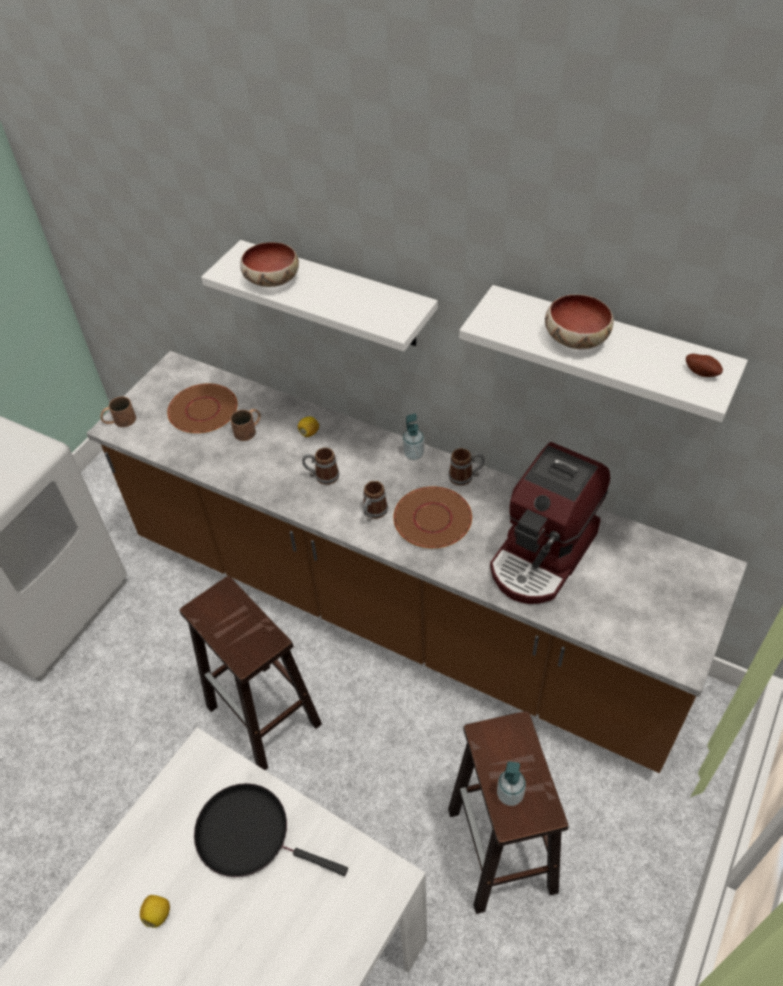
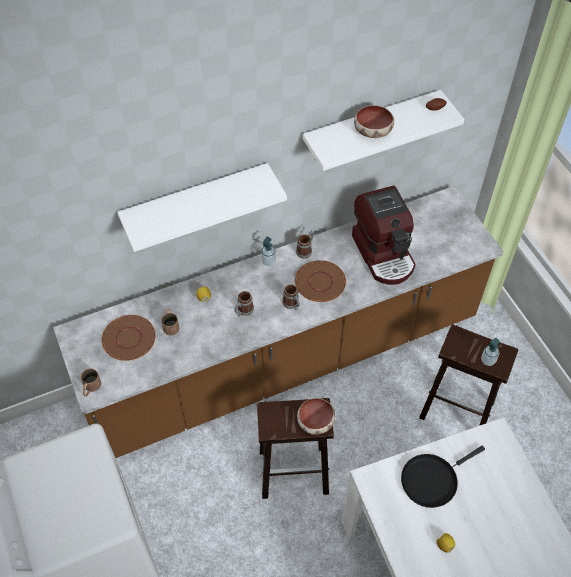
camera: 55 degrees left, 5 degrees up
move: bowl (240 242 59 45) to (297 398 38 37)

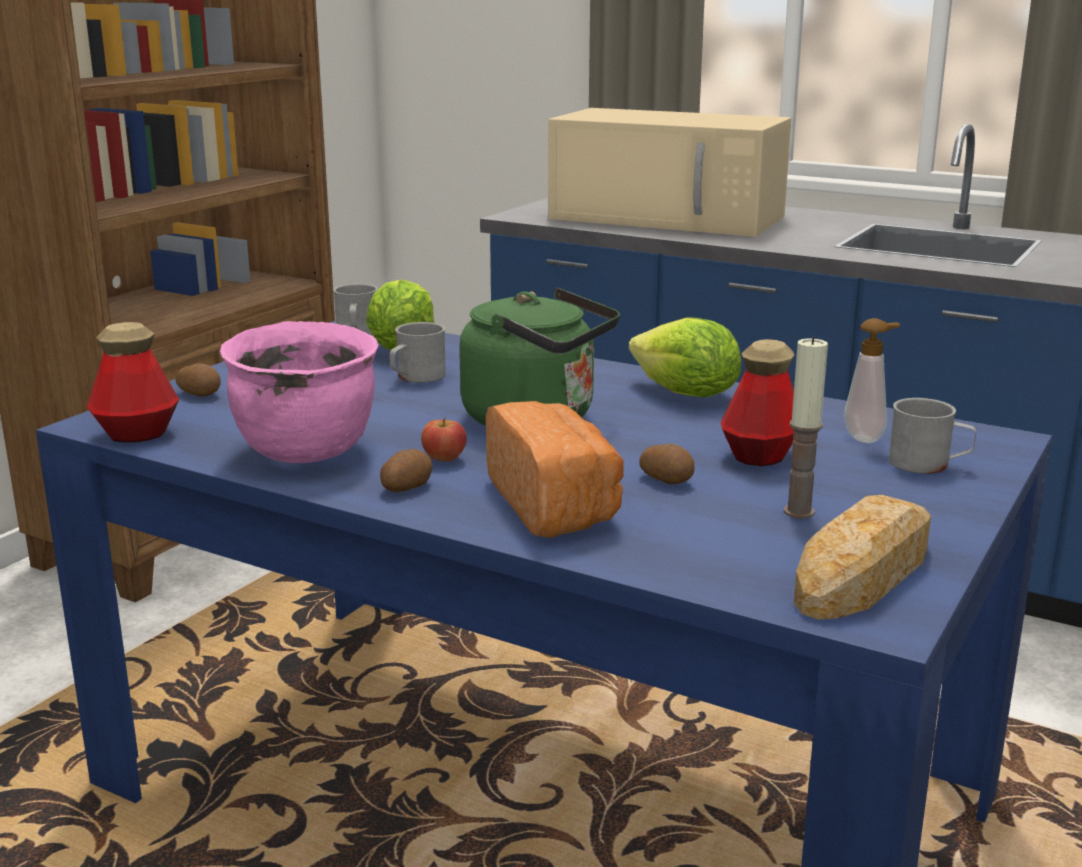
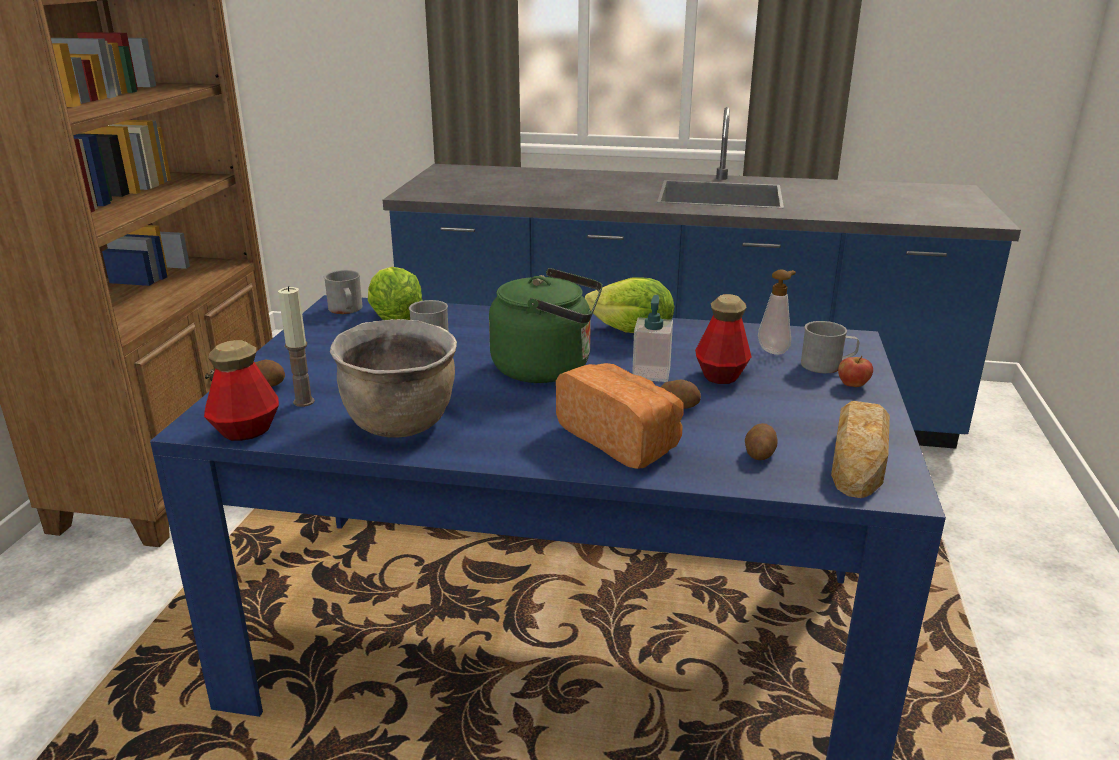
camera: 20 degrees left, 5 degrees up
delete: microwave (beige) (548 108 243 129)
insert: soap dispenser (632 295 41 87)
move: potato (380 449 53 43) to (745 423 33 37); apple (421 417 46 45) to (838 356 35 31); candle (784 337 44 182) to (278 286 37 121)
recolor: cooking pot (pink) (220 321 159 142) to cooking pot (brown) (330 319 127 119)

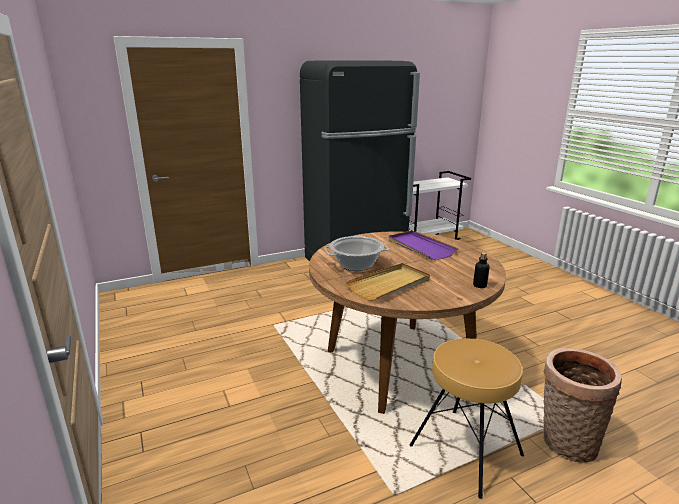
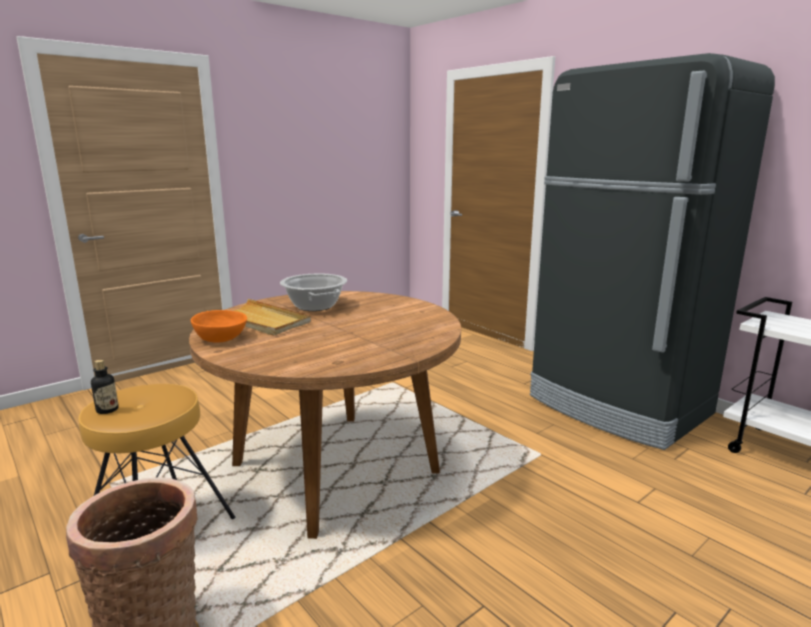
camera: 75 degrees right, 5 degrees down
delete: tray (purple) (388 230 71 30)
insert: bowl (orange) (191 310 56 33)
move: bottle (473 252 16 36) to (91 360 28 54)

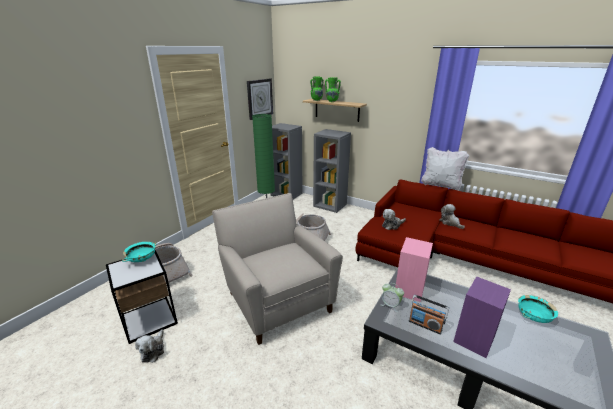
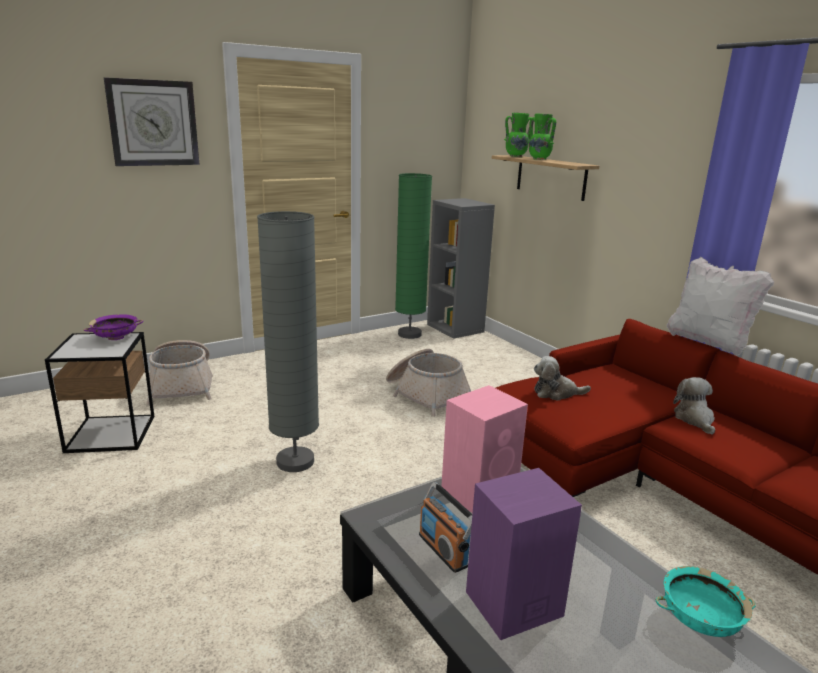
camera: 25 degrees right, 5 degrees down
delete: plush toy (135 329 29 34); bookcase (grey) (313 129 38 84); alarm clock (381 283 23 29)
move: wall clock (247 78 26 42) to (104 77 95 89)
replace: armchair (beige) (212 193 131 152) to floor lamp (grey) (257 211 62 261)
recolor: bowl (turquoise) (122 242 34 20) to bowl (purple) (83 314 60 26)

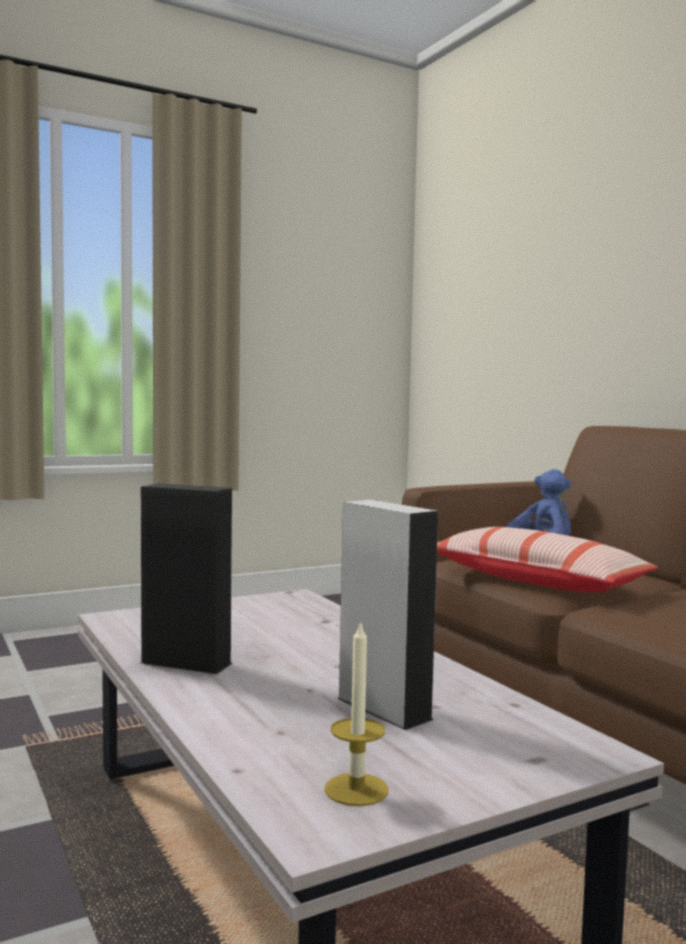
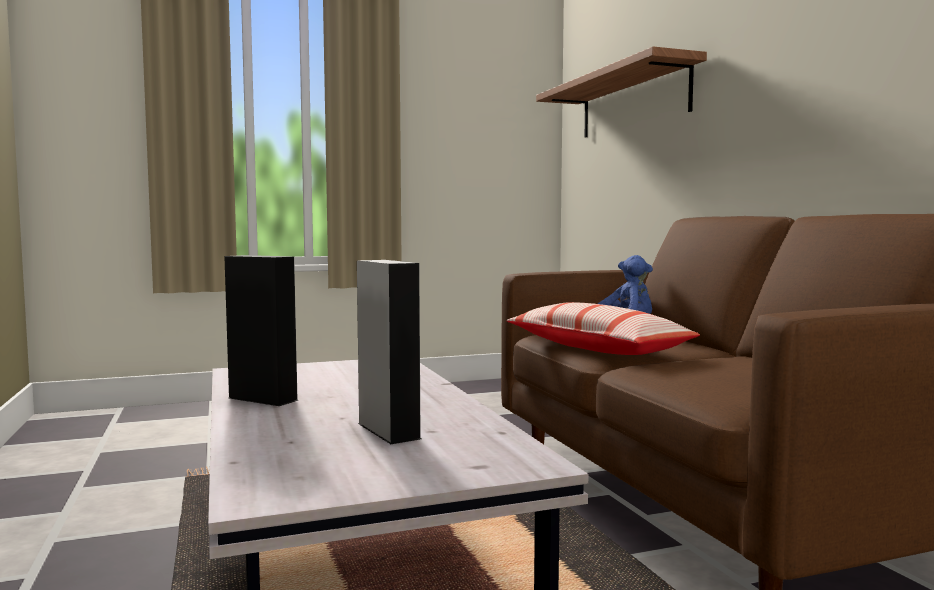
camera: 10 degrees right, 0 degrees up
delete: candle (325 620 63 186)
insert: shelf (536 46 171 92)

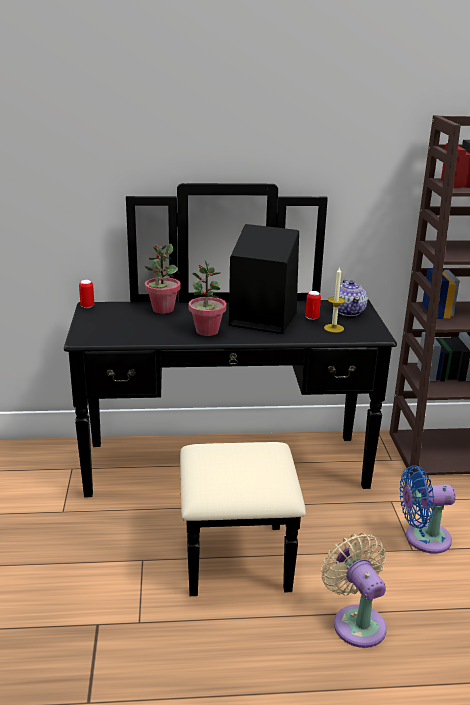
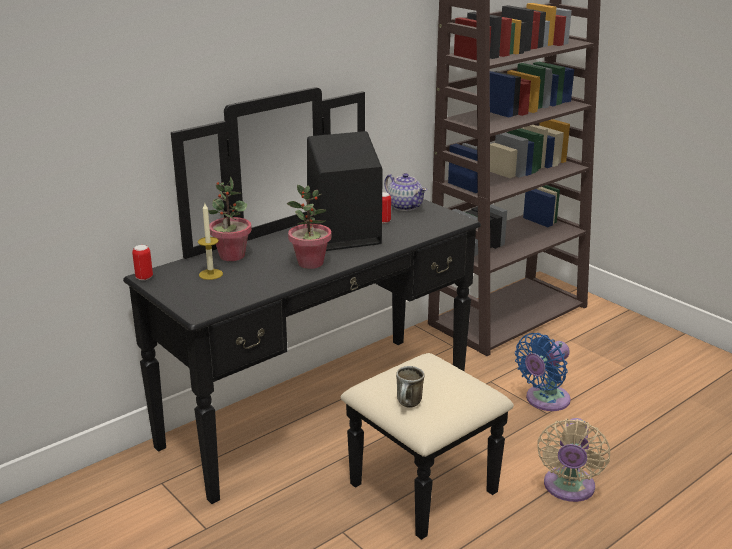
camera: 35 degrees left, 0 degrees up
insert: mug (396 366 29 42)
move: candle (324 267 21 66) to (198 203 25 77)
rotate: fan (beige) (321 533 66 115) = (537 418 73 84) 105 degrees counterclockwise

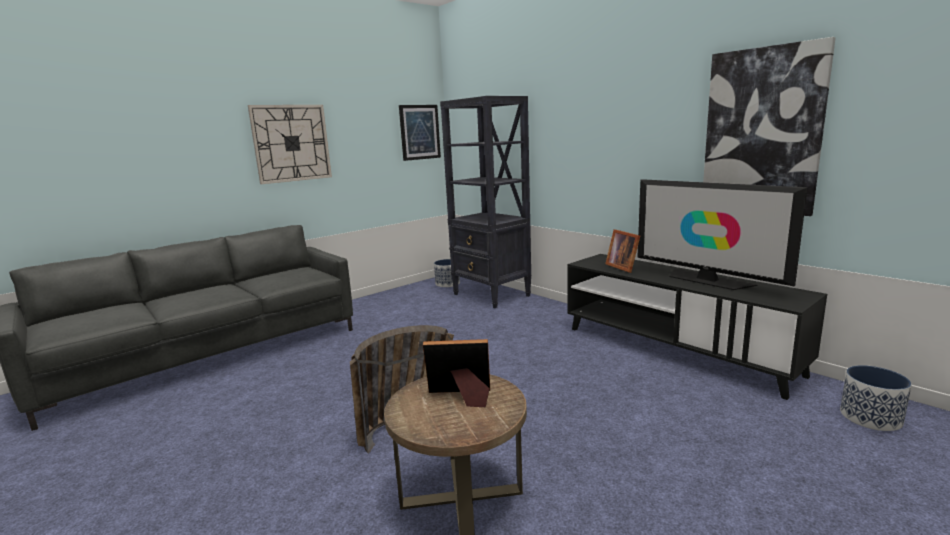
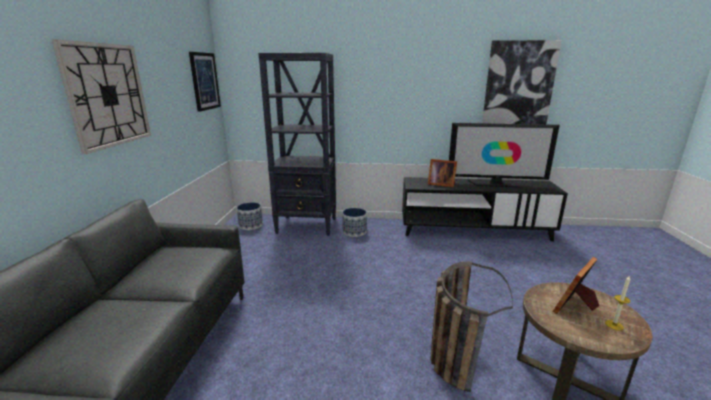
camera: 45 degrees left, 5 degrees up
insert: candle (605 275 26 56)
move: planter (840 365 71 66) to (342 208 25 29)

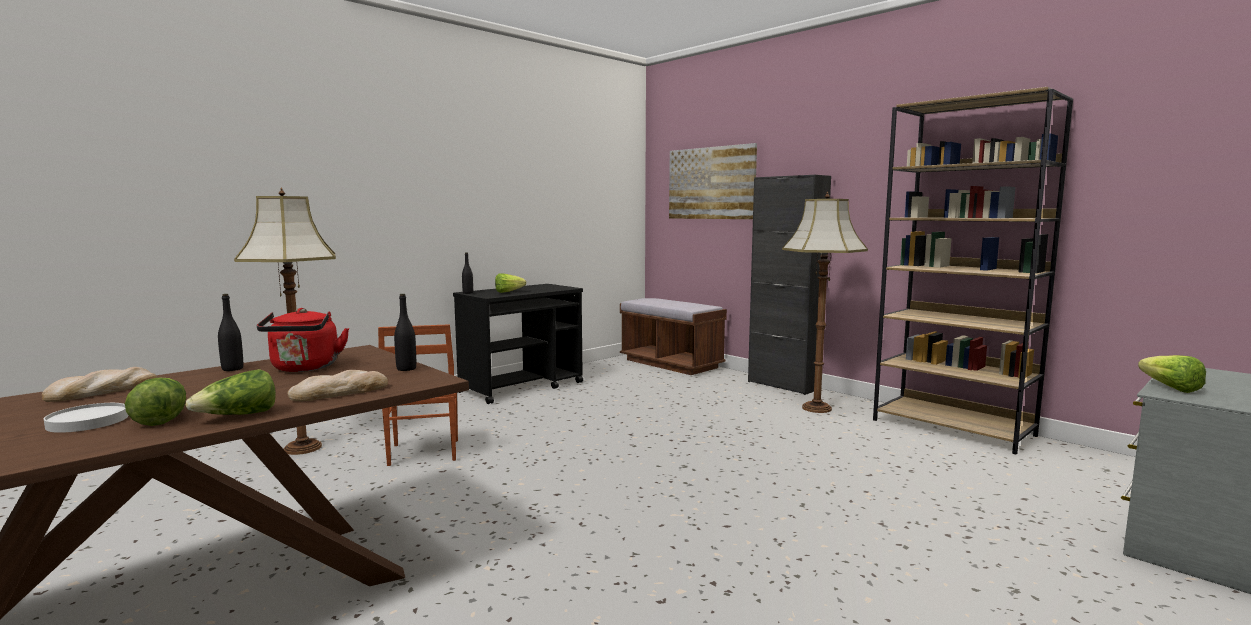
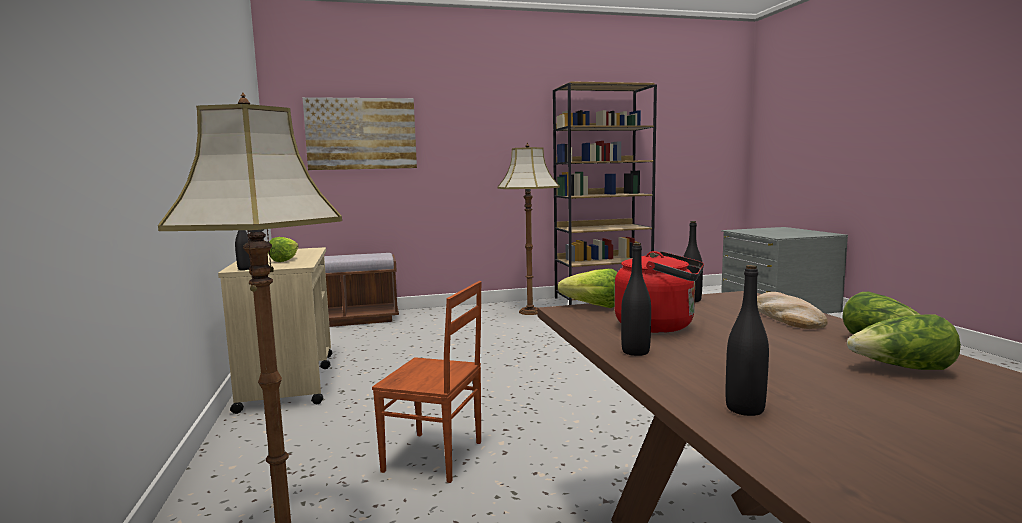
camera: 60 degrees left, 0 degrees up
delete: plate (white) (44 403 84 30); cabinet (black) (748 175 83 220)
move: lettuce (1138 355 68 38) to (558 269 59 39)
replace: bread (42 367 115 35) to bottle (black) (726 265 43 151)
recolor: cart (black) (453 284 130 120) to cart (beige) (218 247 114 167)

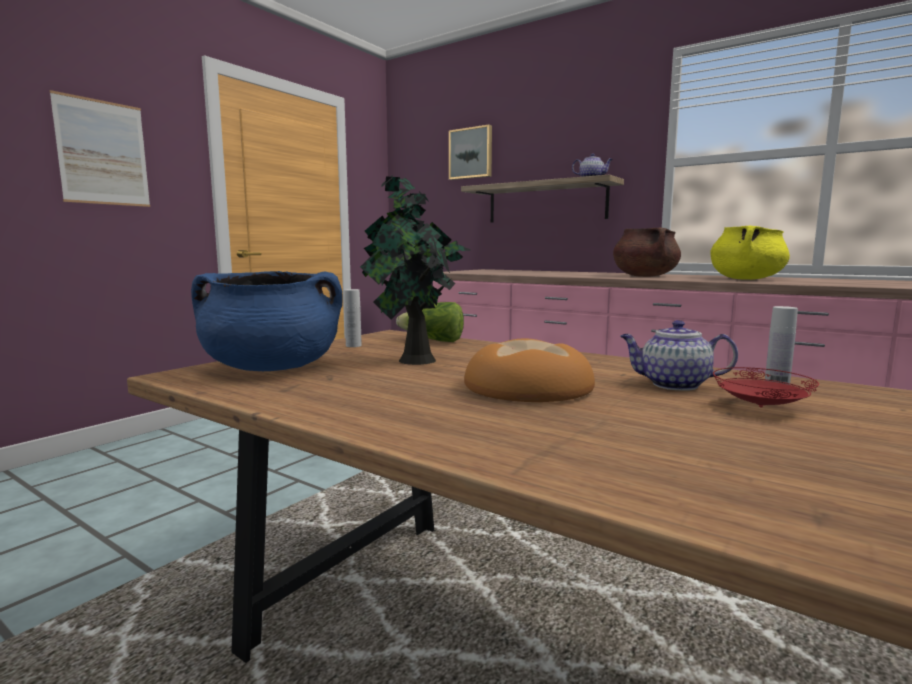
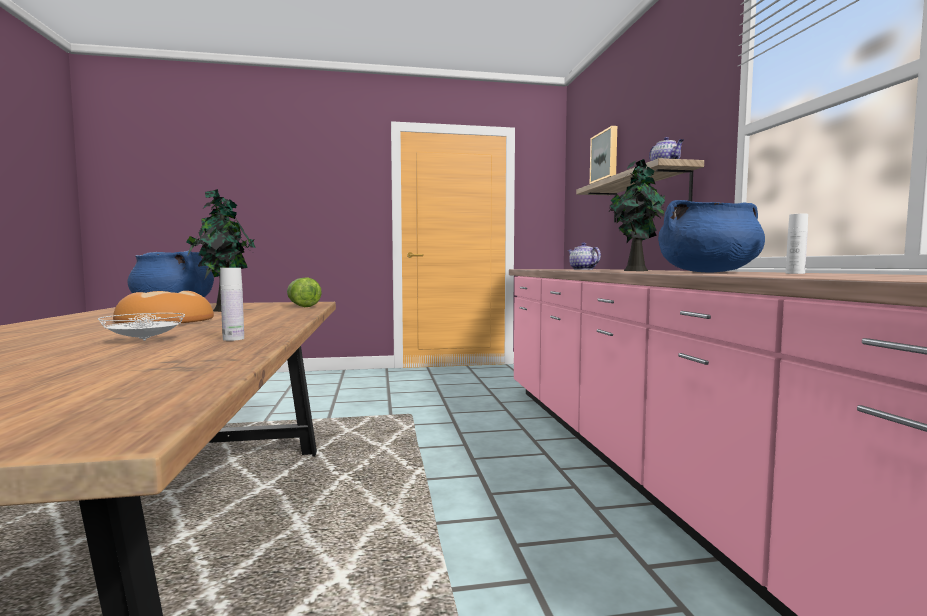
camera: 45 degrees right, 5 degrees down
delete: picture (49 90 101 117)
move: bottle (white) (344 289 18 58) to (786 214 22 60); teapot (620 320 118 70) to (568 243 33 27)
replace: cooking pot (brown) (613 228 68 49) to potted plant (610 159 55 112)
recolor: cooking pot (yellow) (710 226 80 54) to cooking pot (blue) (658 200 107 72); plate (red) (713 367 106 41) to plate (white) (98 313 87 28)

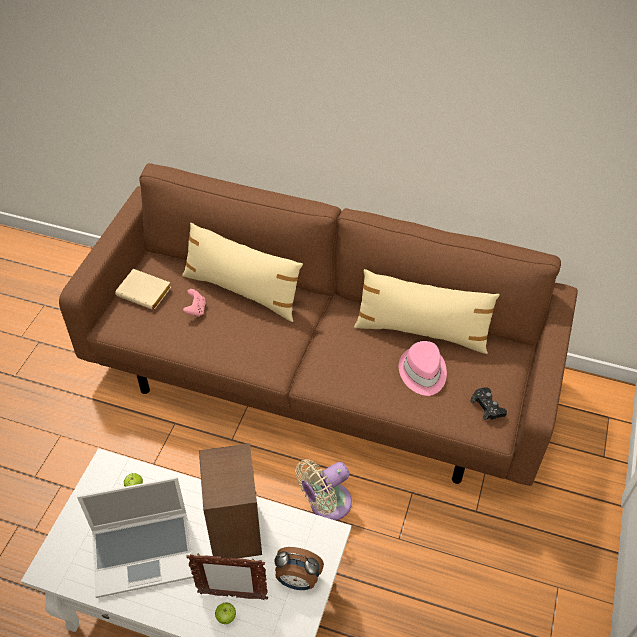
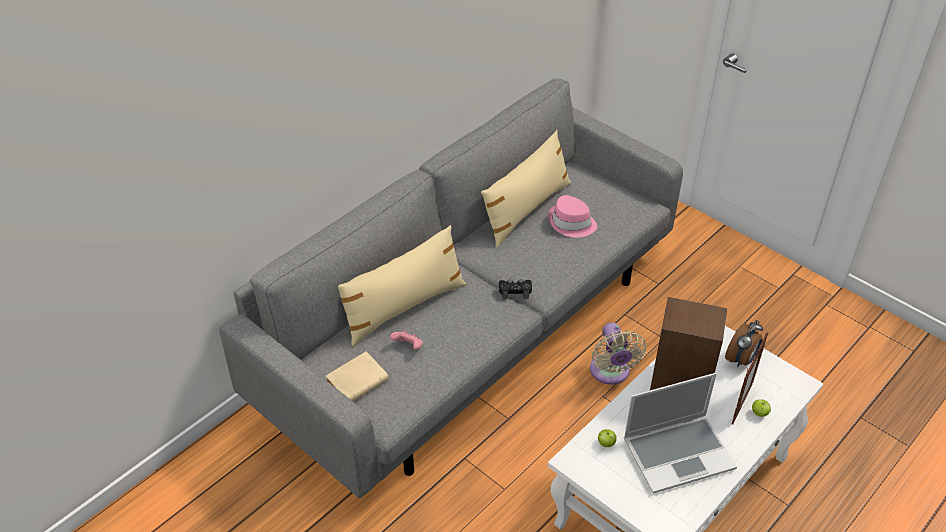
camera: 65 degrees left, 5 degrees down
move: game controller (black) (471 387 36 34) to (499 279 33 20)
recolor: sofa (brown) (59 163 519 323) to sofa (grey) (219 78 464 420)
rotate: laptop (77 477 117 121) = (624 373 113 121) 60 degrees clockwise

